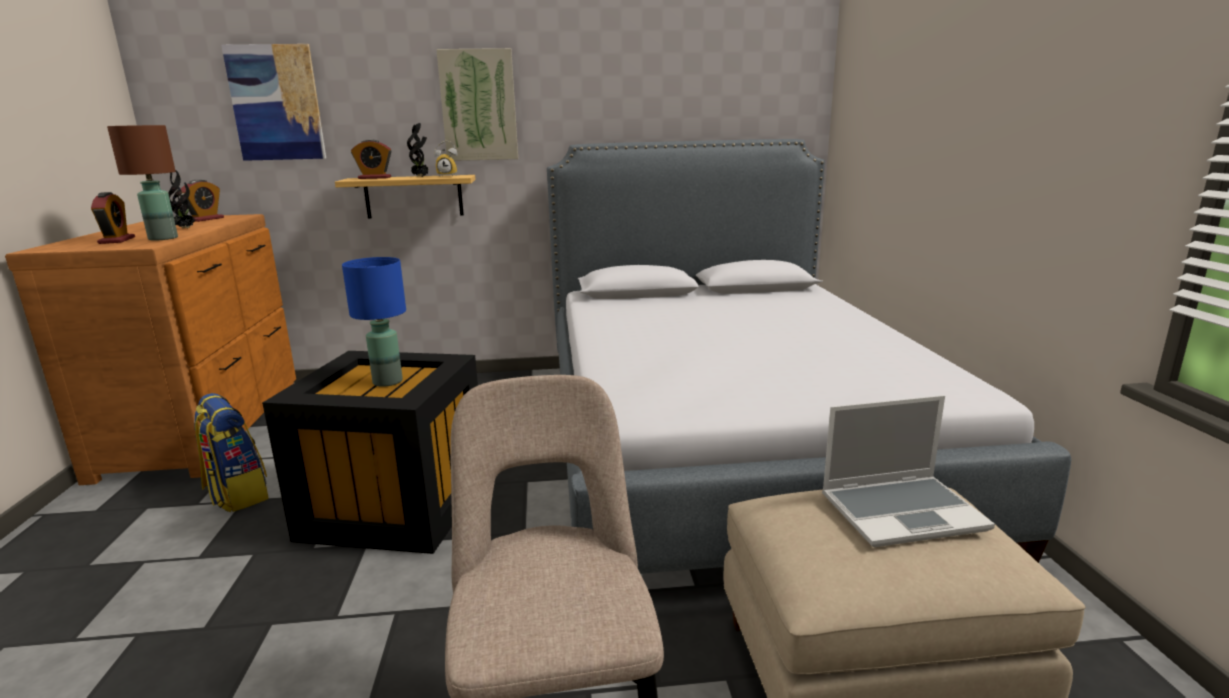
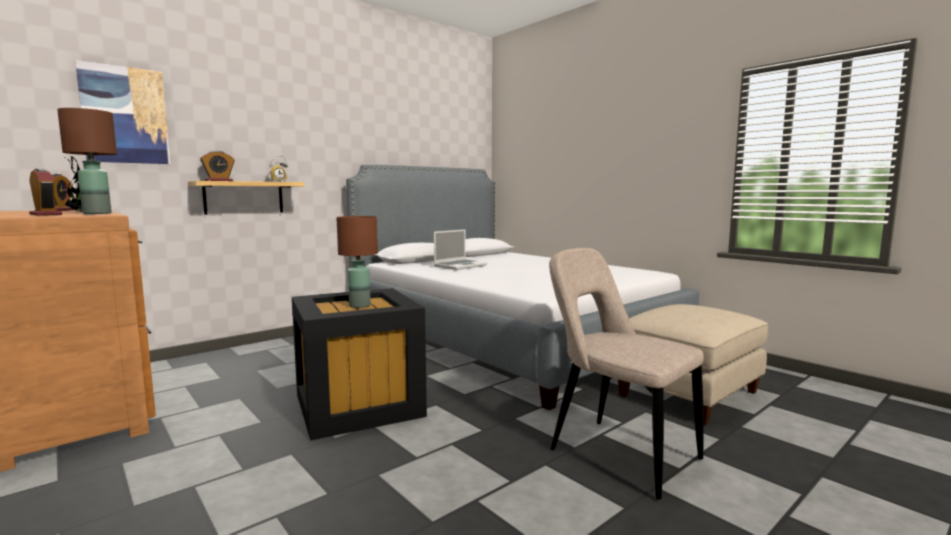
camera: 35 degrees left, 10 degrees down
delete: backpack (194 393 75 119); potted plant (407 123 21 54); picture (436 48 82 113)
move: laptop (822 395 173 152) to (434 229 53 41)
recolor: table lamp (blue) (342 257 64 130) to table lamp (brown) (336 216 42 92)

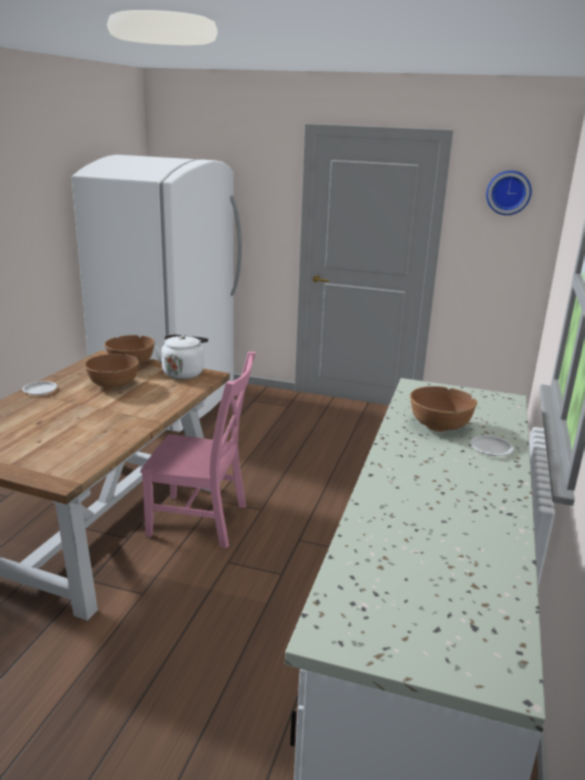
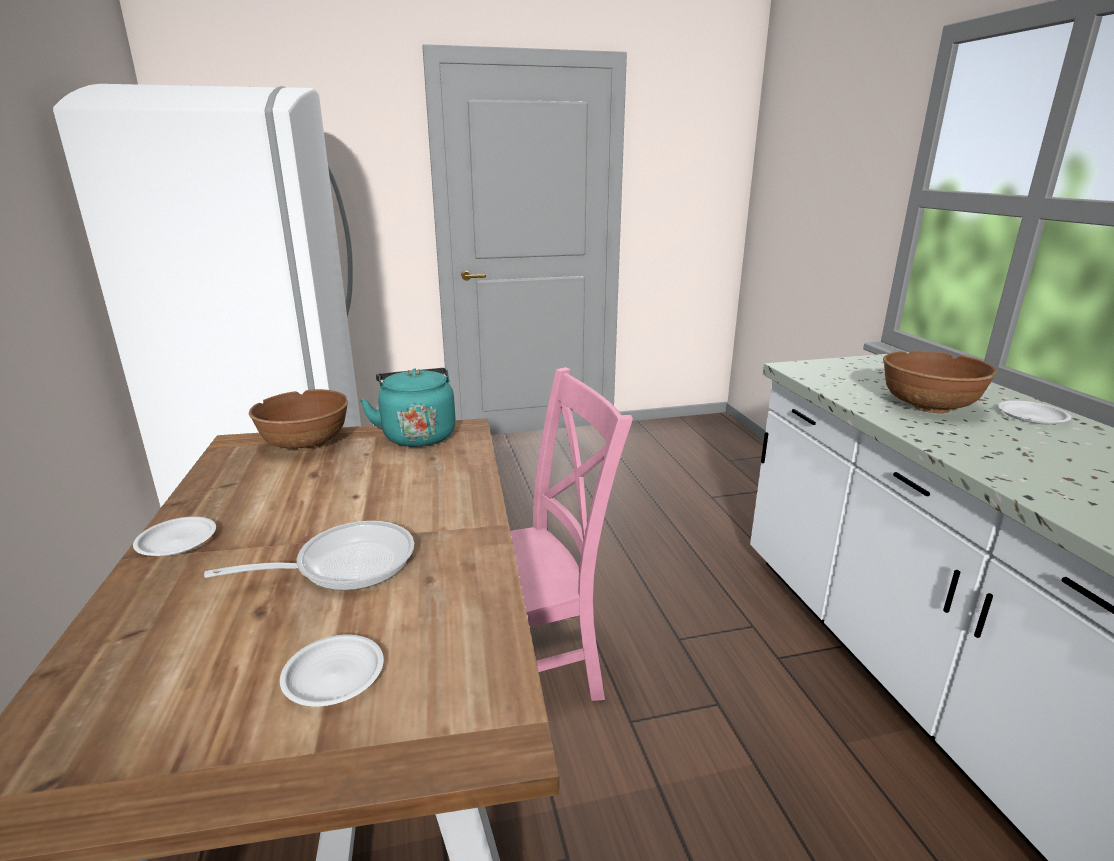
camera: 30 degrees left, 0 degrees up
delete: bowl (brown) (84 354 55 35); wall clock (486 170 46 45)
insert: frying pan (204 521 210 70); plate (white) (280 635 104 71)
recolor: kettle (white) (154 334 54 45) to kettle (turquoise) (360 368 96 79)

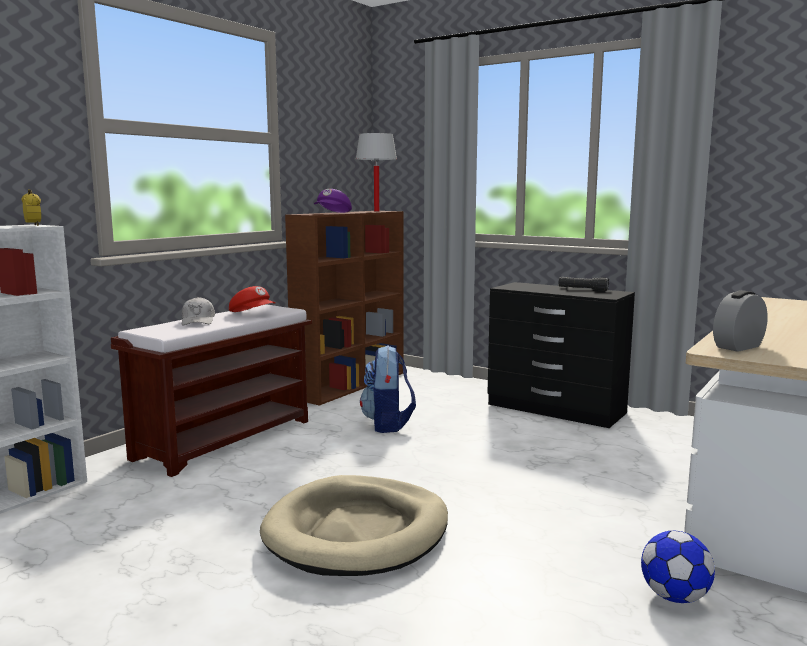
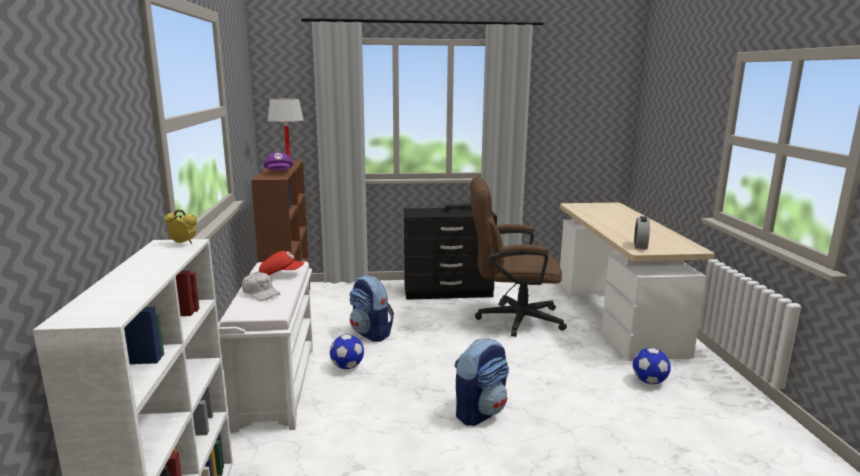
camera: 40 degrees left, 5 degrees up
insert: football (330 335 34 34); office chair (brown) (471 177 96 160)
replace: dog bed (beige) (260 475 188 101) to backpack (455 338 54 88)
recolor: bench (brown) (111 304 201 173) to bench (white) (218 261 95 171)

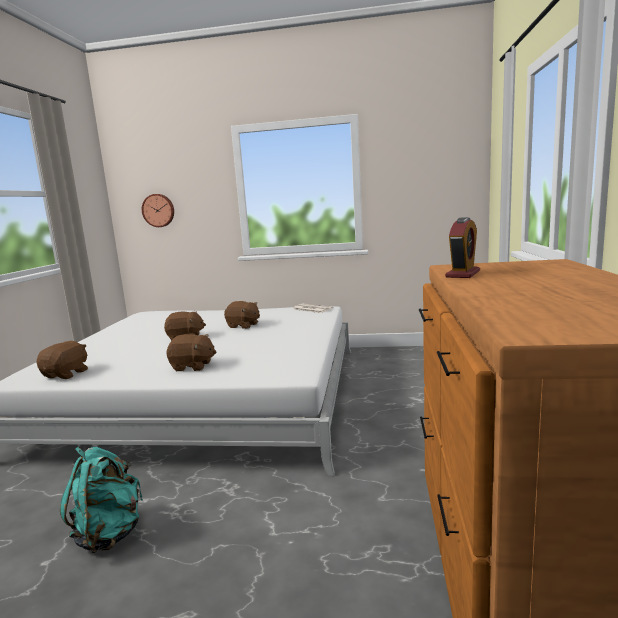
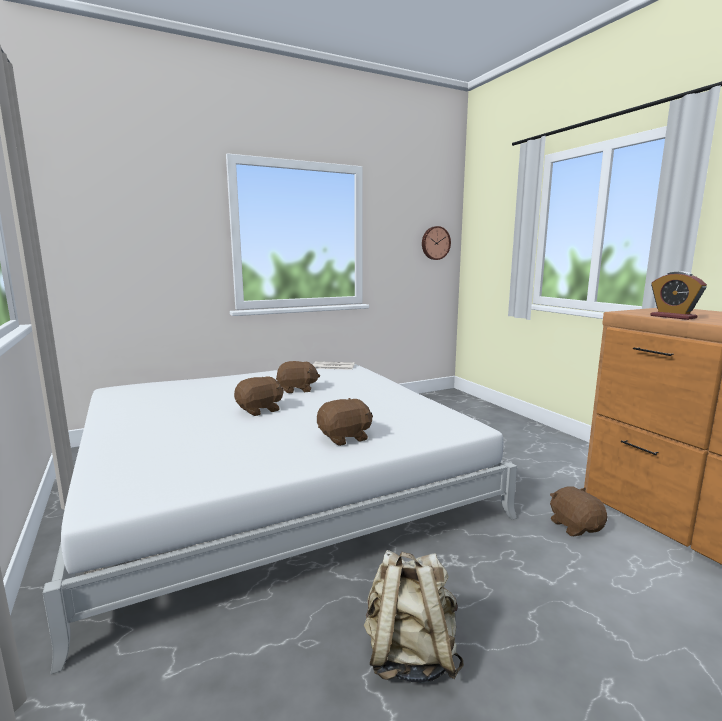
camera: 35 degrees left, 0 degrees up
move: plush toy (brown) (37 341 51 38) to (550 486 58 50); wall clock (142 194 32 33) to (422 226 29 34)
recolor: backpack (turquoise) (60 446 83 107) to backpack (beige) (364 550 100 133)
rotate: alarm clock (445 217 35 61) = (650 271 57 49) 150 degrees clockwise

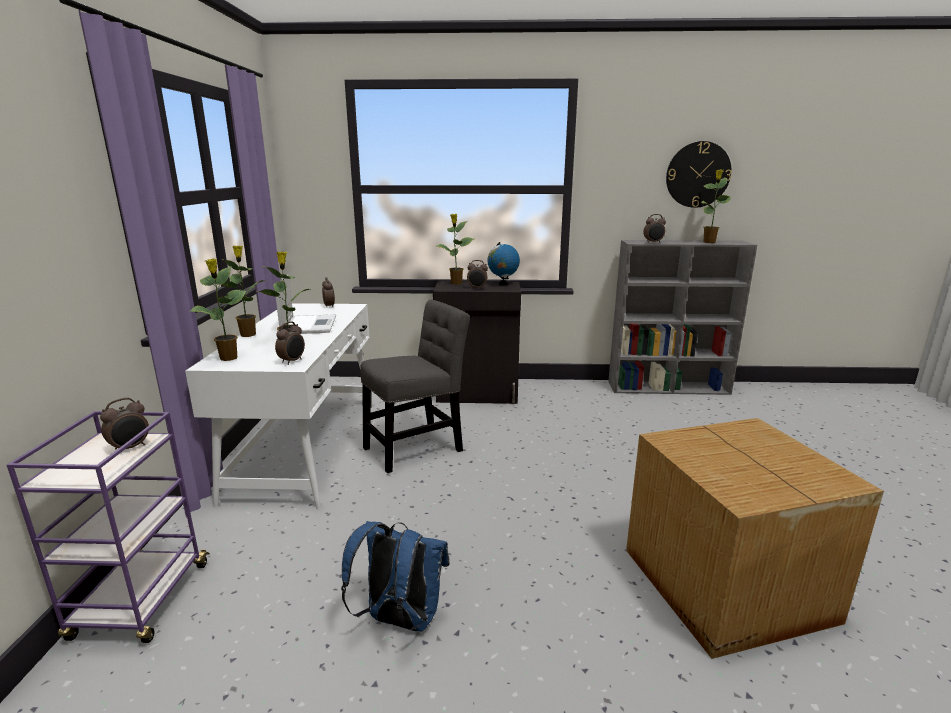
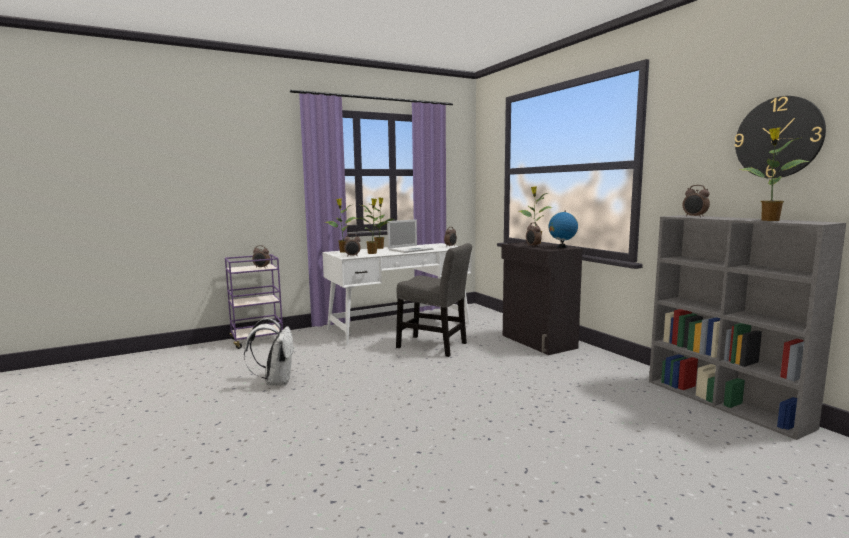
camera: 60 degrees right, 10 degrees down
delete: cardboard box (626 418 258 241)
recolor: backpack (blue) (341 521 108 110) to backpack (white) (244 318 51 68)

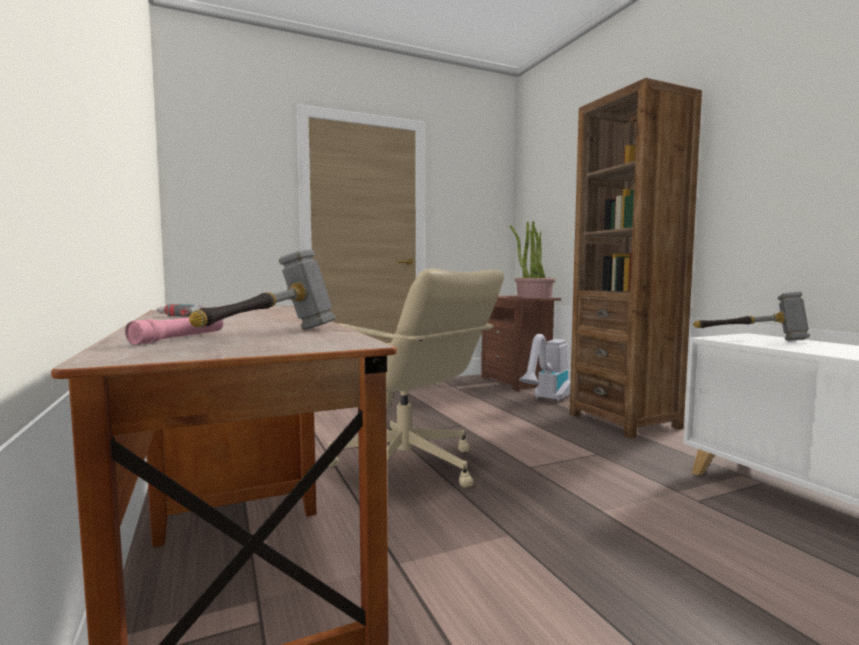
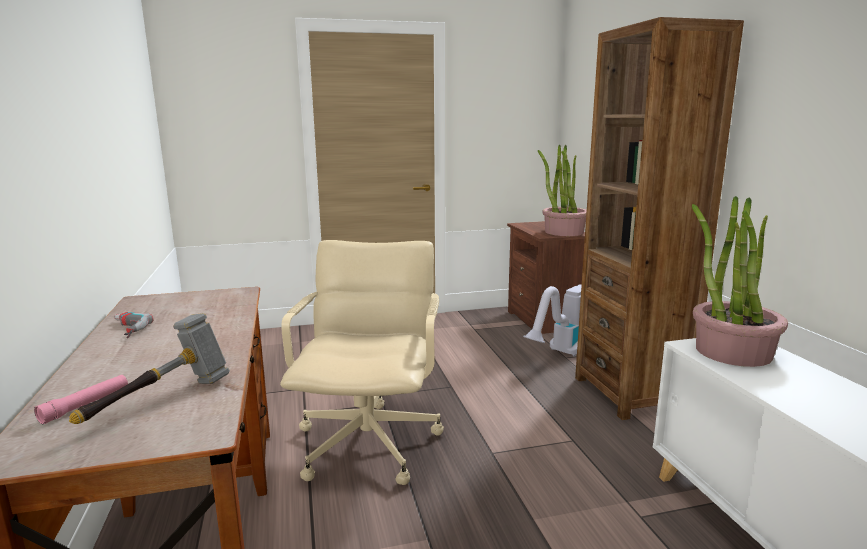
camera: 10 degrees right, 10 degrees up
replace: hammer (693 291 117 50) to potted plant (692 196 96 171)
rotate: office chair (beige) (329 269 175 219) = (280 240 164 245) 135 degrees counterclockwise

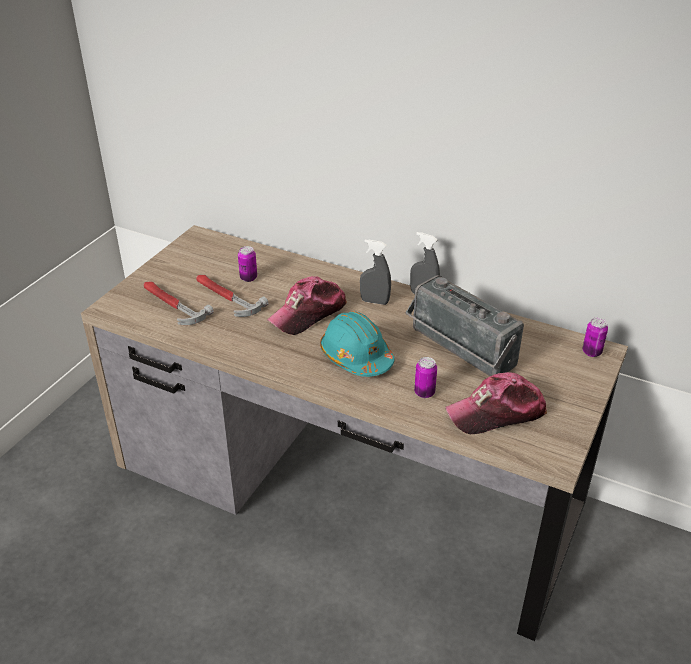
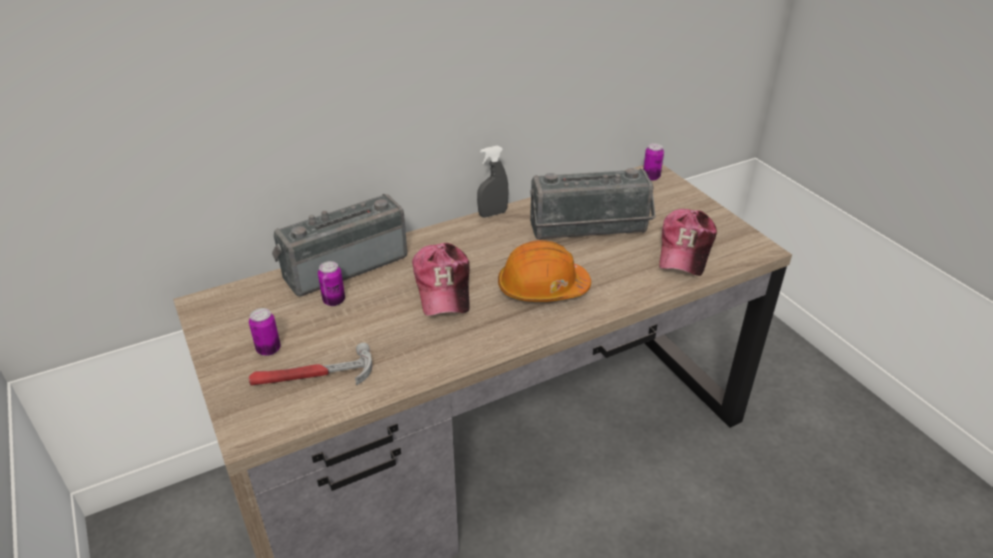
camera: 55 degrees left, 0 degrees up
delete: hammer (196 275 73 42); spray bottle (grey) (360 240 31 65)
insert: radio (272 194 135 102)
move: can (414 357 23 41) to (249 308 32 48)
recolor: hard hat (turquoise) (320 311 75 66) to hard hat (orange) (498 240 93 62)

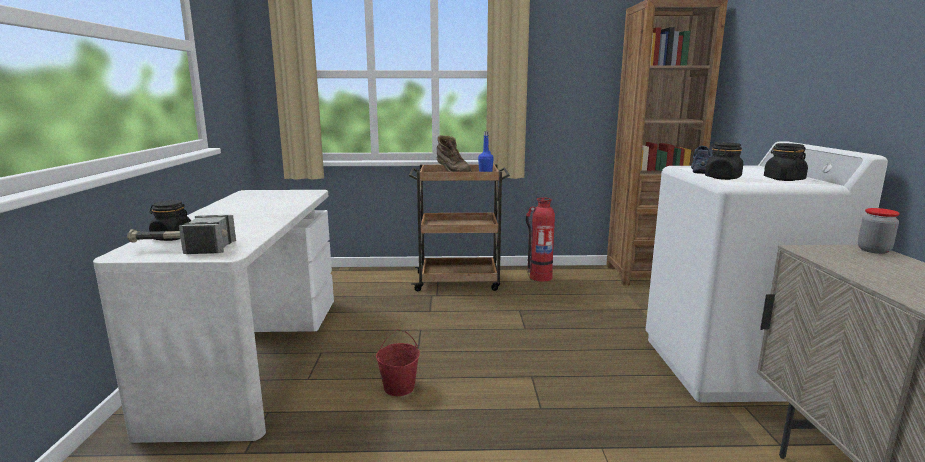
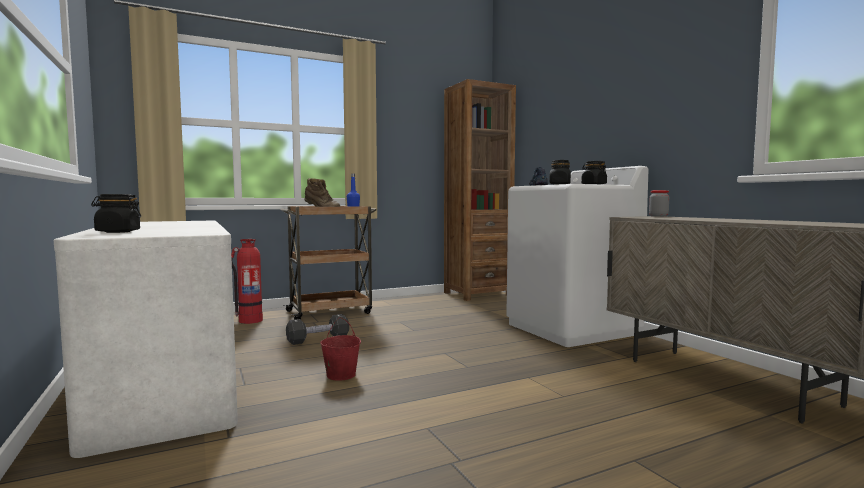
camera: 25 degrees left, 10 degrees down
delete: hammer (127 215 109 39)
insert: dumbbell (black) (286 314 63 31)
move: fire extinguisher (526 198 29 84) to (231 239 32 85)

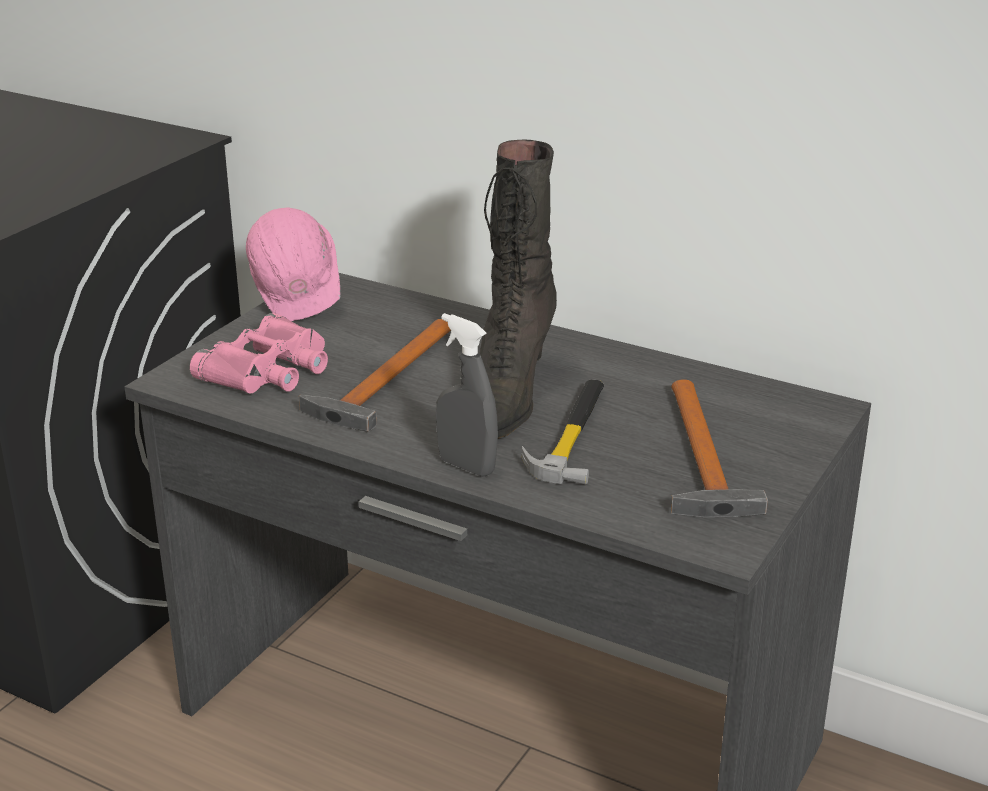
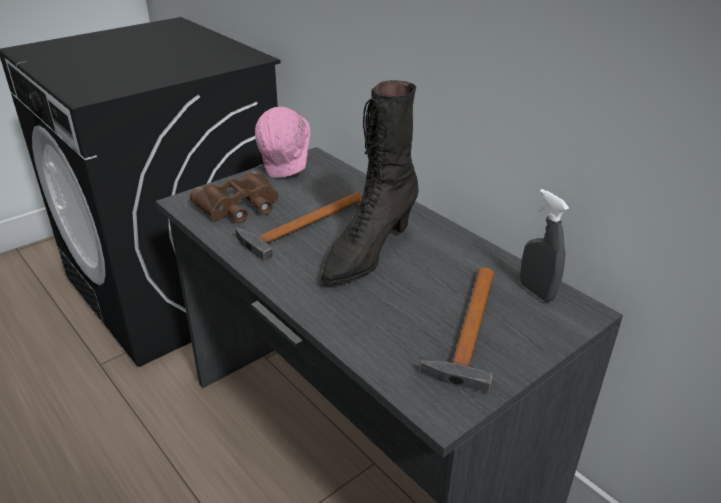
camera: 20 degrees right, 5 degrees up
delete: hammer (522 379 82 105)
move: spray bottle (grey) (436 313 62 164) to (520 189 49 113)
recolor: binoculars (pink) (190 313 138 81) to binoculars (brown) (190 171 89 52)

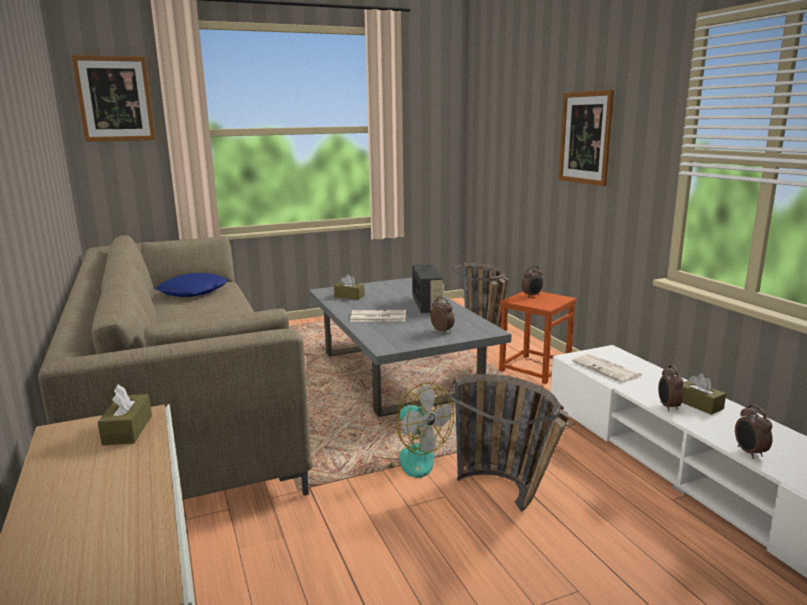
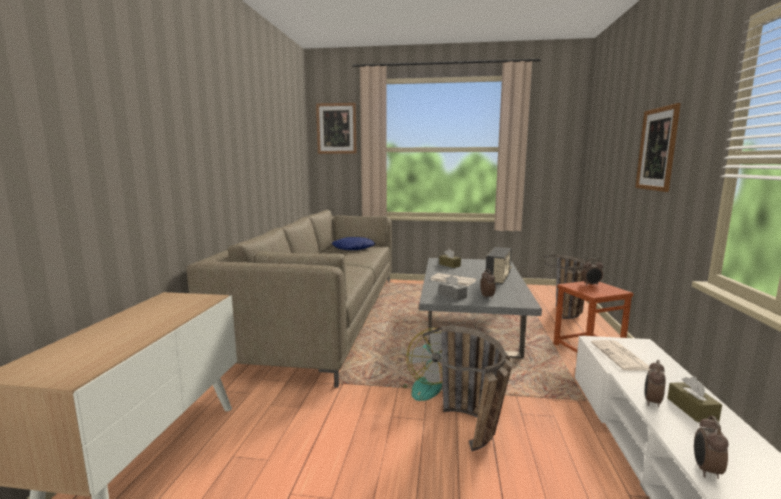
camera: 30 degrees right, 5 degrees down
delete: tissue box (brown) (98 384 54 61)
insert: tissue box (grey) (439 275 28 26)

